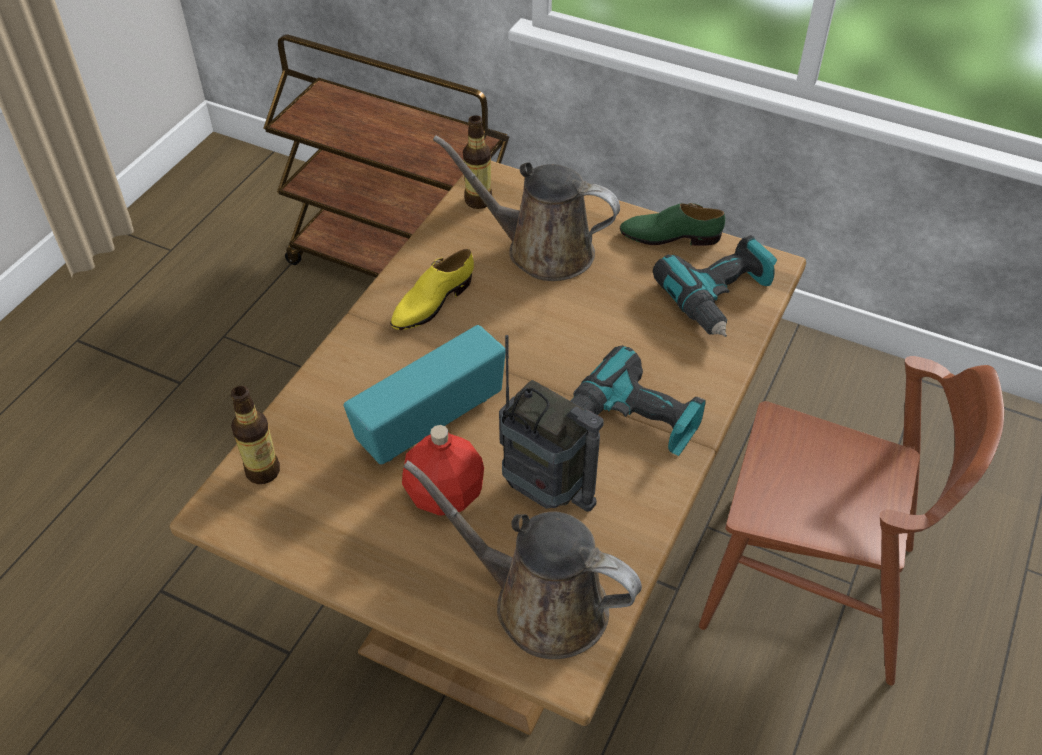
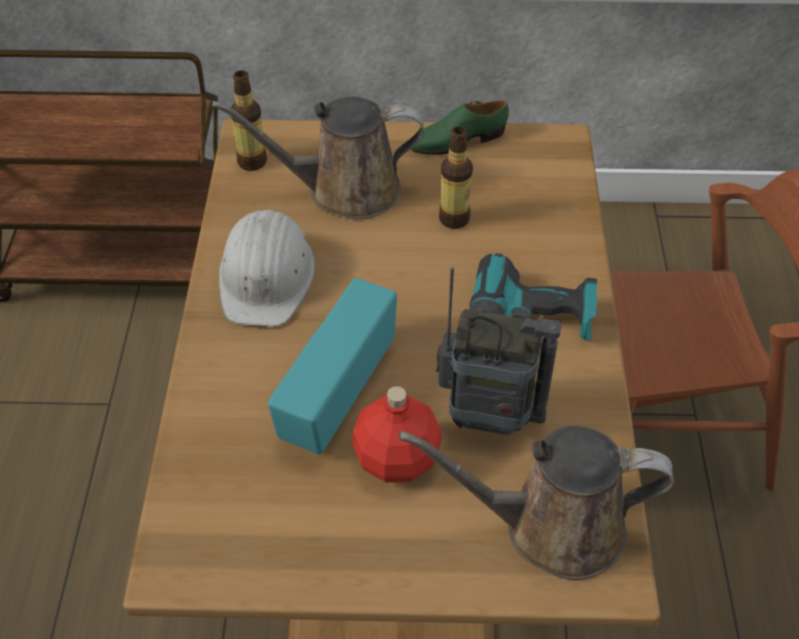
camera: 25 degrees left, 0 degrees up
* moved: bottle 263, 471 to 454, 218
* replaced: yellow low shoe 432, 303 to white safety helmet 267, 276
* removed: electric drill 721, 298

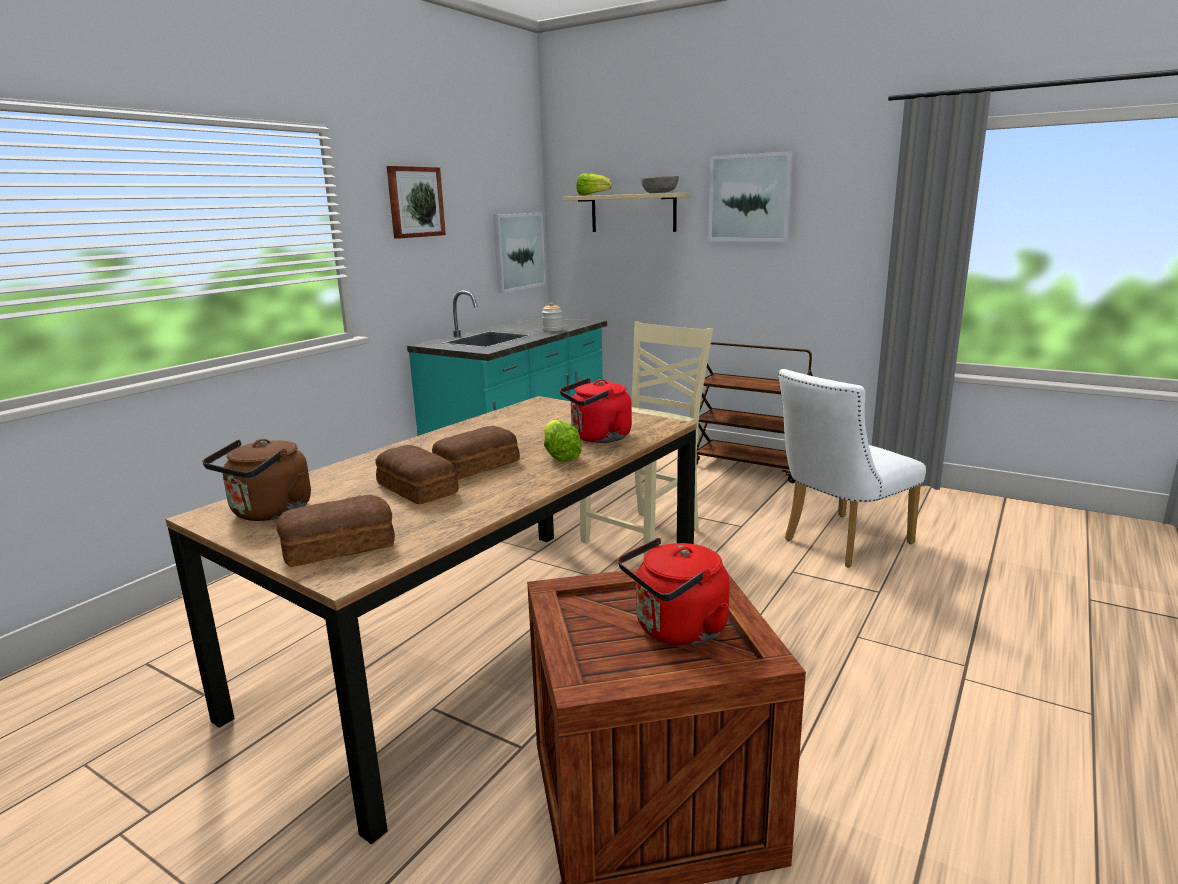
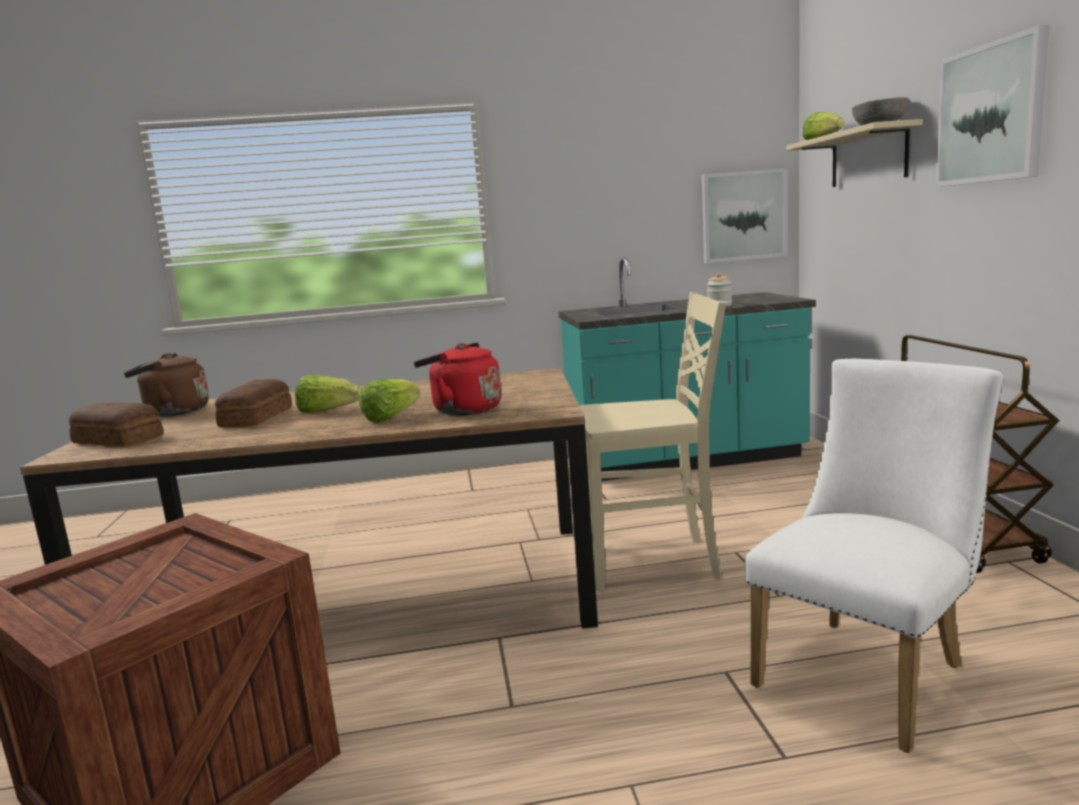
camera: 50 degrees right, 5 degrees down
* removed: wall picture 415, 202
* replaced: bakery bread 474, 466 to lettuce 327, 411
* removed: reddish kettle 676, 631
* turned: white plain chair 839, 543 = 869, 672 120 degrees clockwise

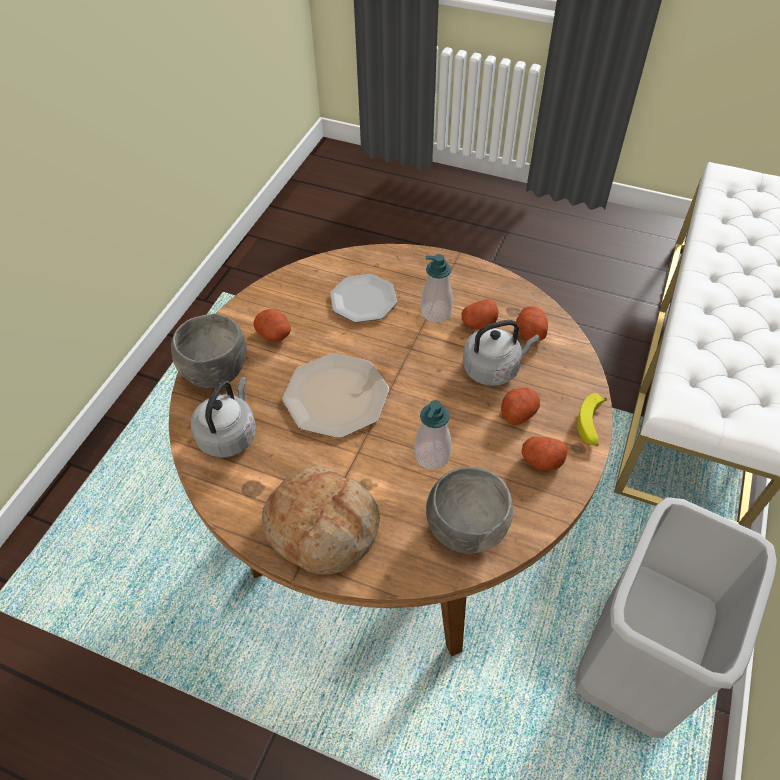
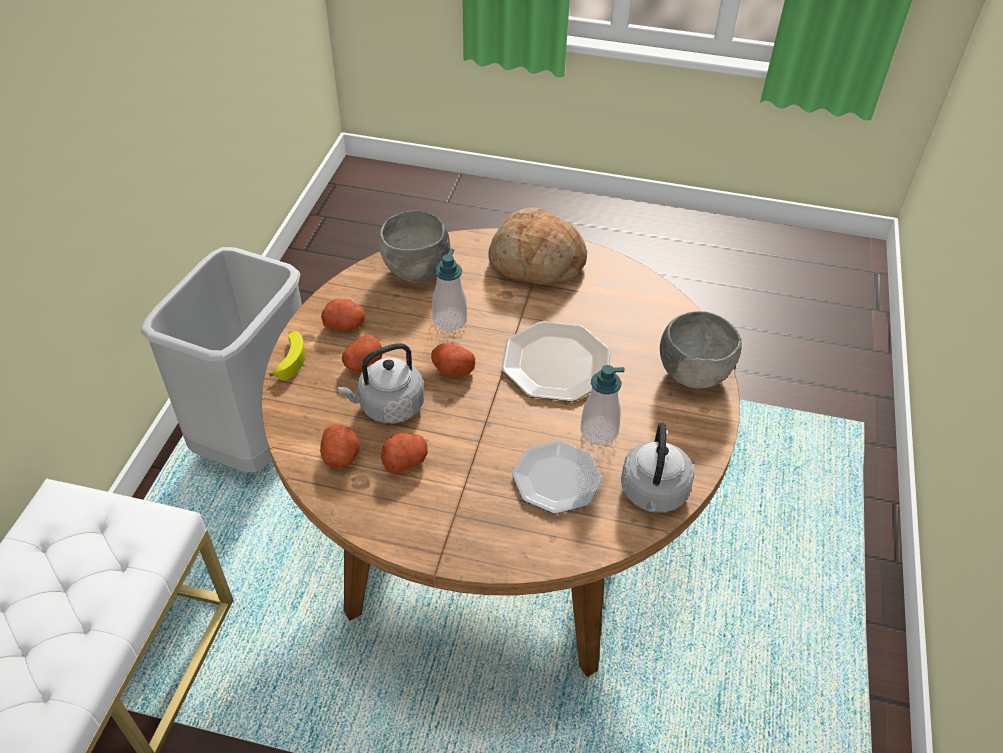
camera: 170 degrees right, 5 degrees down
* moved: gray kettle 229, 434 to 653, 494
* moved: spud 275, 334 to 452, 369
* moved: soap bottle 436, 312 to 599, 431

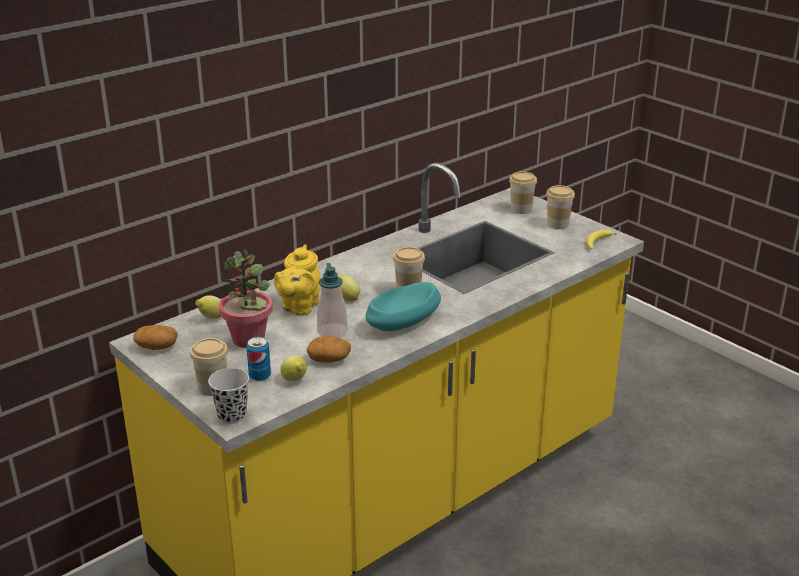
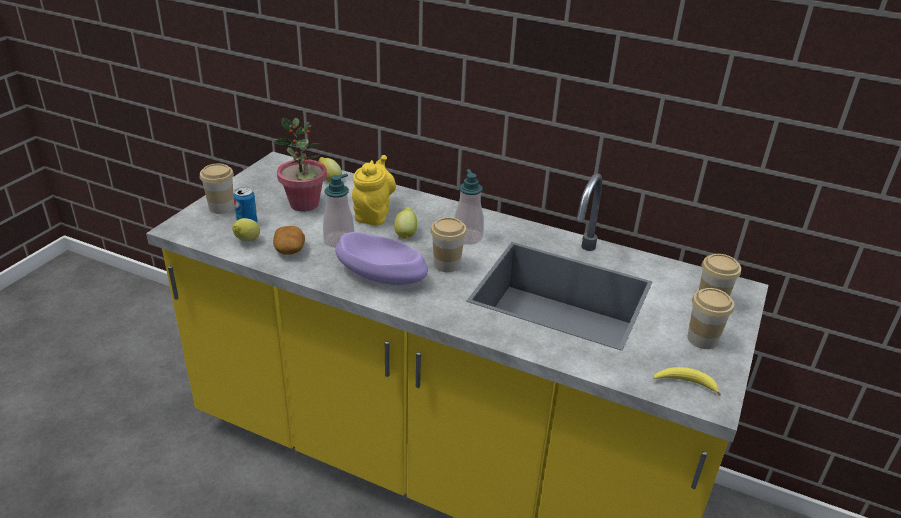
camera: 65 degrees right, 5 degrees up
* removed: spud 156, 347
* removed: blackish drinking cup 232, 415
* turned: yellow teapot 299, 307 = 373, 214 105 degrees clockwise
* recoloured: turquoise-coloured serving bowl 403, 322 to purple serving bowl 380, 275
* added: soap bottle 467, 237

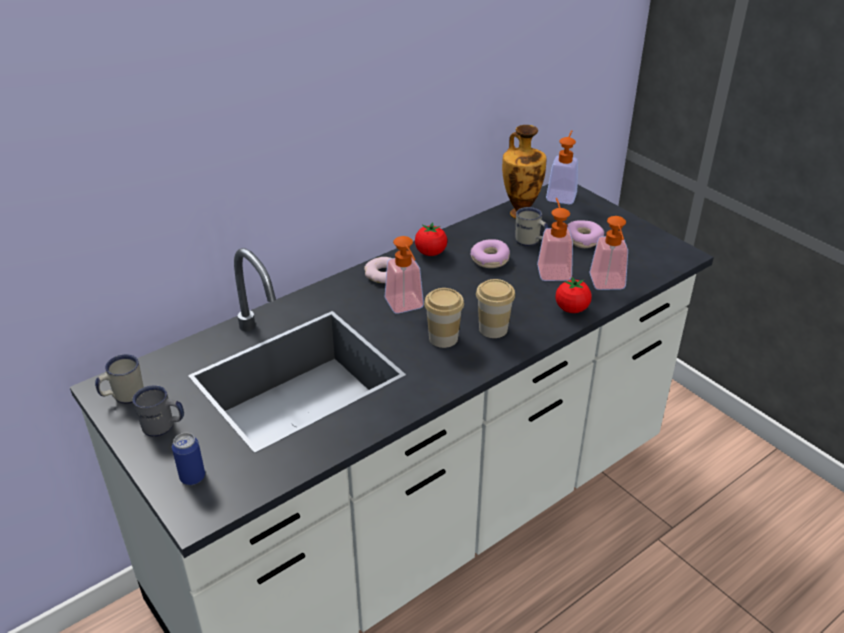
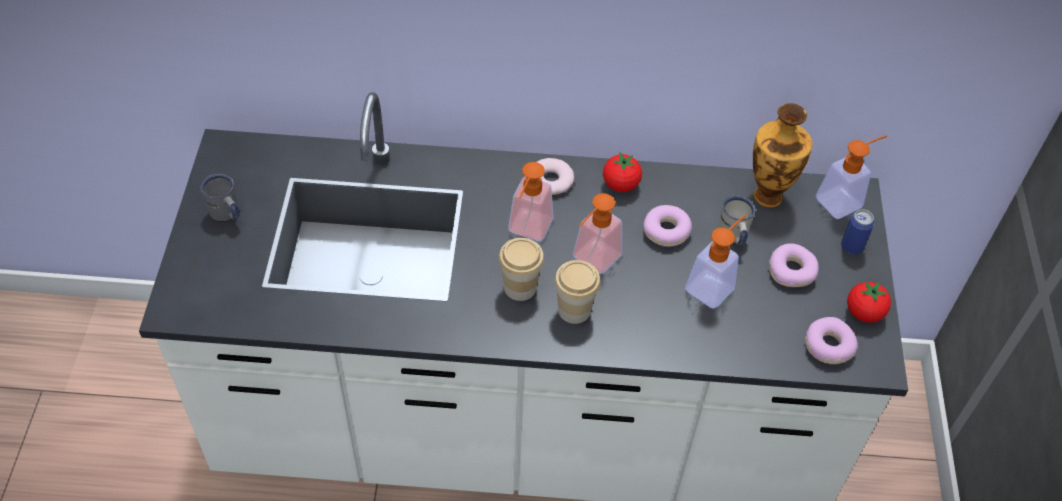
camera: 40 degrees right, 15 degrees up
* removed: white mug 123, 396
* moved: metal can 192, 477 to 851, 247
* moved: whole tomato 571, 309 to 864, 312
* moved: soap bottle 608, 286 to 591, 261
* added: ring doughnut 828, 346

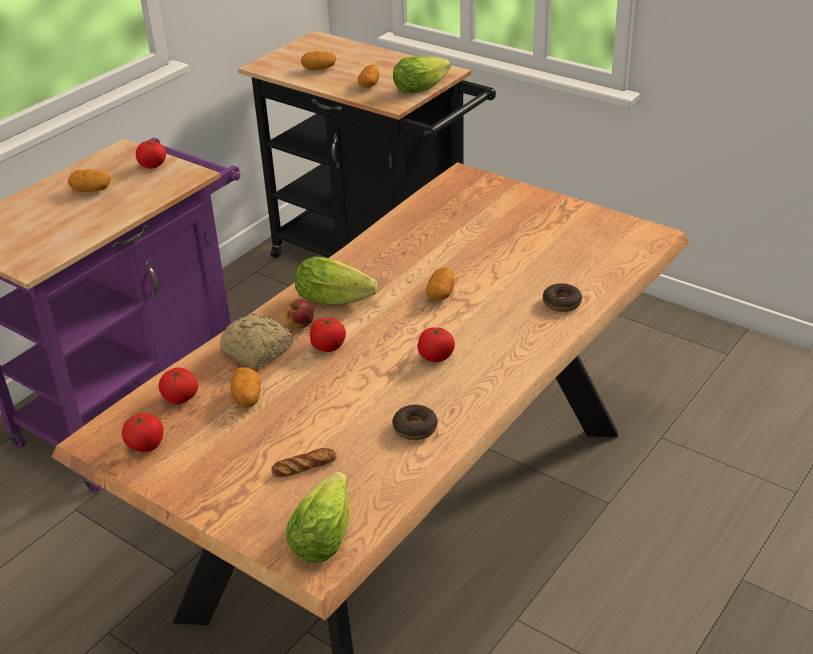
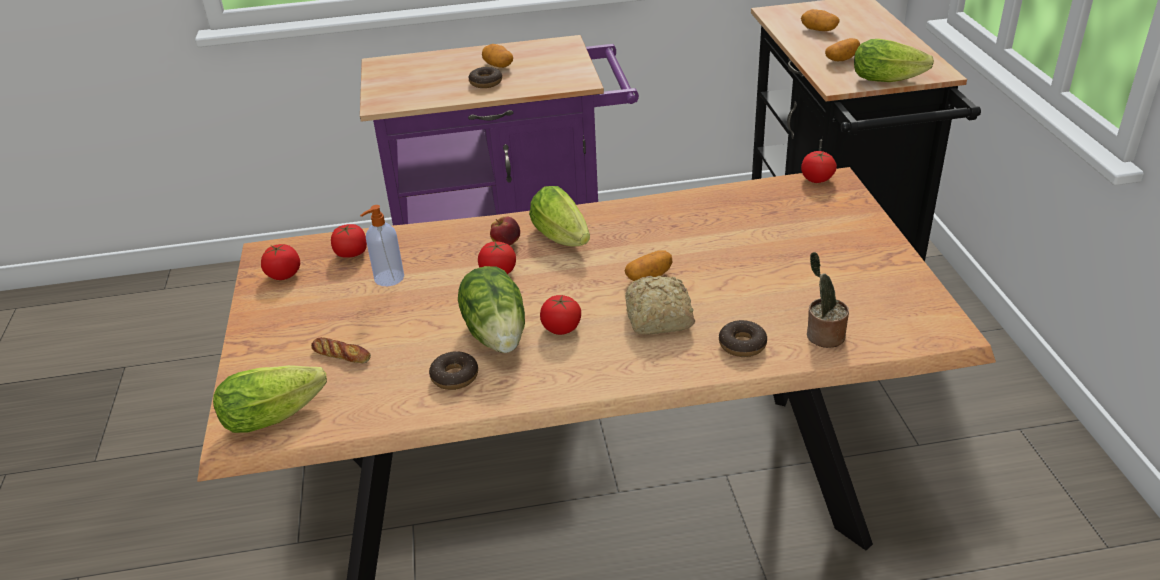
camera: 45 degrees right, 0 degrees up
* moved: whole tomato 153, 165 to 817, 179
* moved: bakery bread 258, 352 to 658, 318
* replaced: spud 247, 397 to soap bottle 388, 278
* added: lettuce 497, 333
* added: ring doughnut 485, 83
* added: potted plant 822, 336

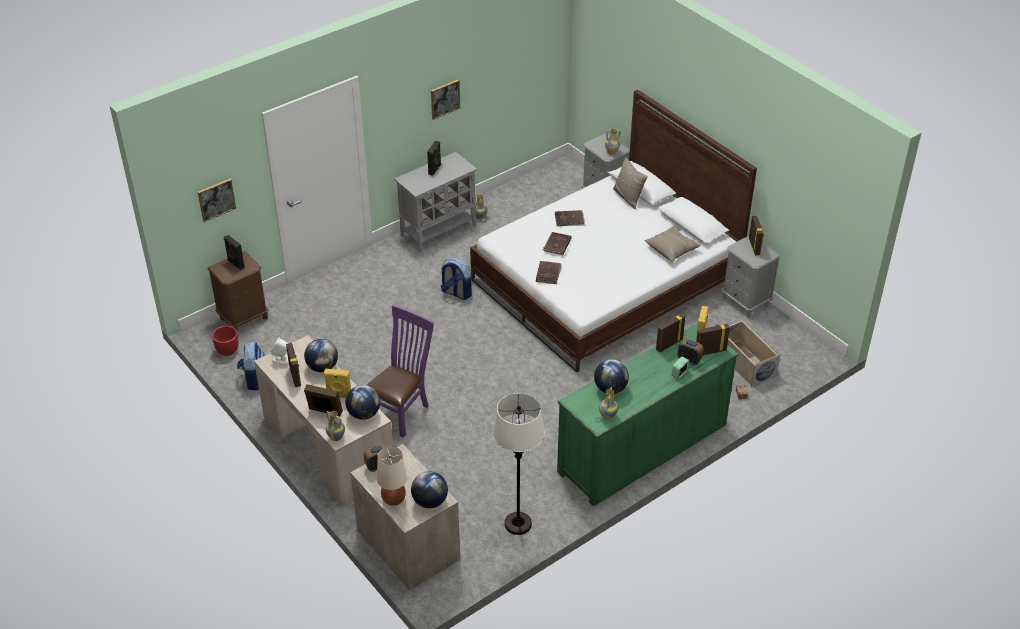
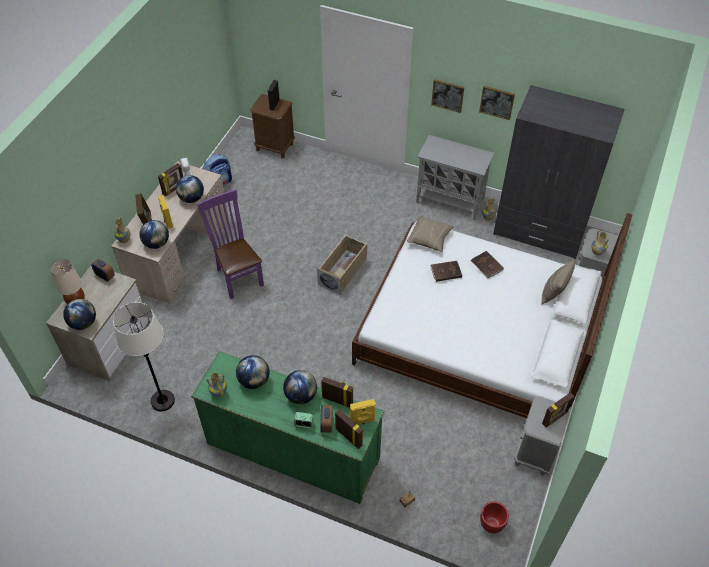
camera: 60 degrees right, 10 degrees up
* moved: wall picture 216, 199 to 447, 95
* moved: reddish planter 227, 351 to 491, 524
* turned: purple plain chair 402, 411 = 238, 275 120 degrees counterclockwise
* removed: blackish loudspeaker 435, 169
* removed: knapsack 456, 293
* removed: brown-coloured book 548, 273
* moved: beige-coloured throw pillow 672, 249 to 429, 238
* moved: beige-coloured storage box 744, 362 to 343, 271
* added: desk globe 301, 395
* added: gray armoire 540, 231

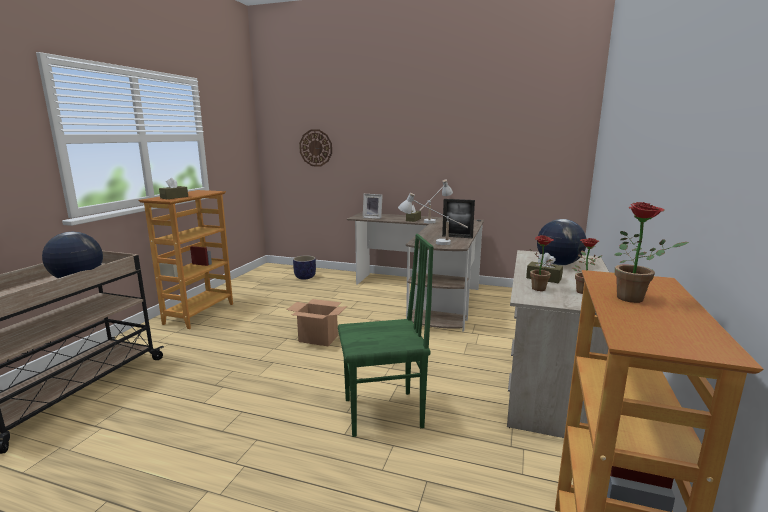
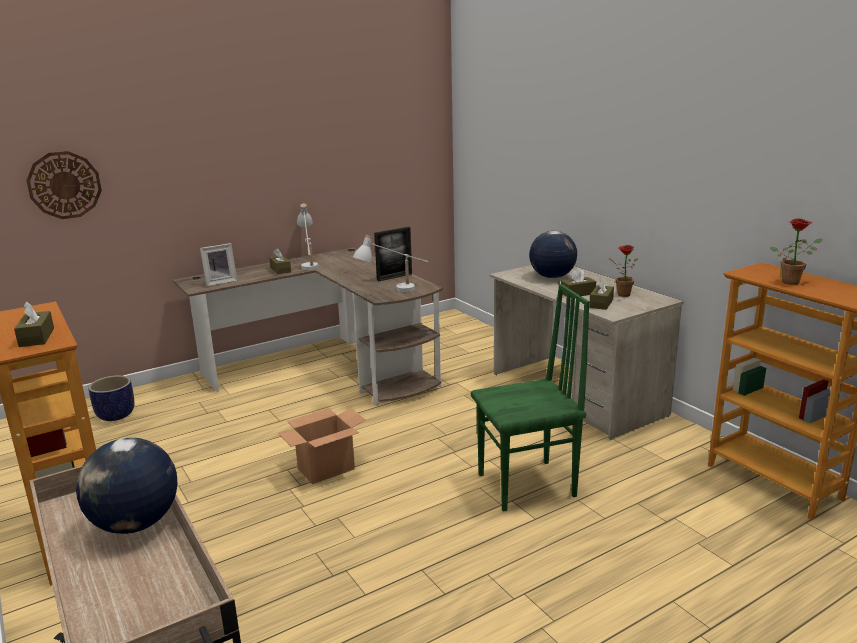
camera: 50 degrees left, 5 degrees up
* turned: green plain chair 384, 414 = 528, 486 45 degrees clockwise
* replaced: potted plant 540, 289 to brown-coloured tissue holder 601, 303

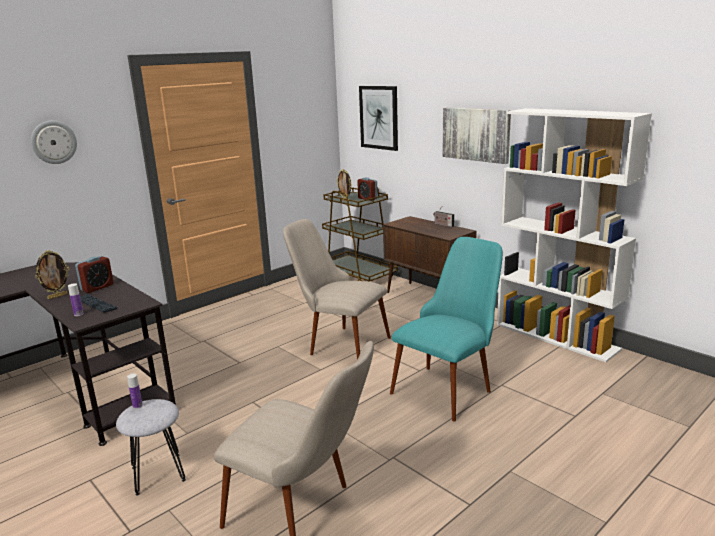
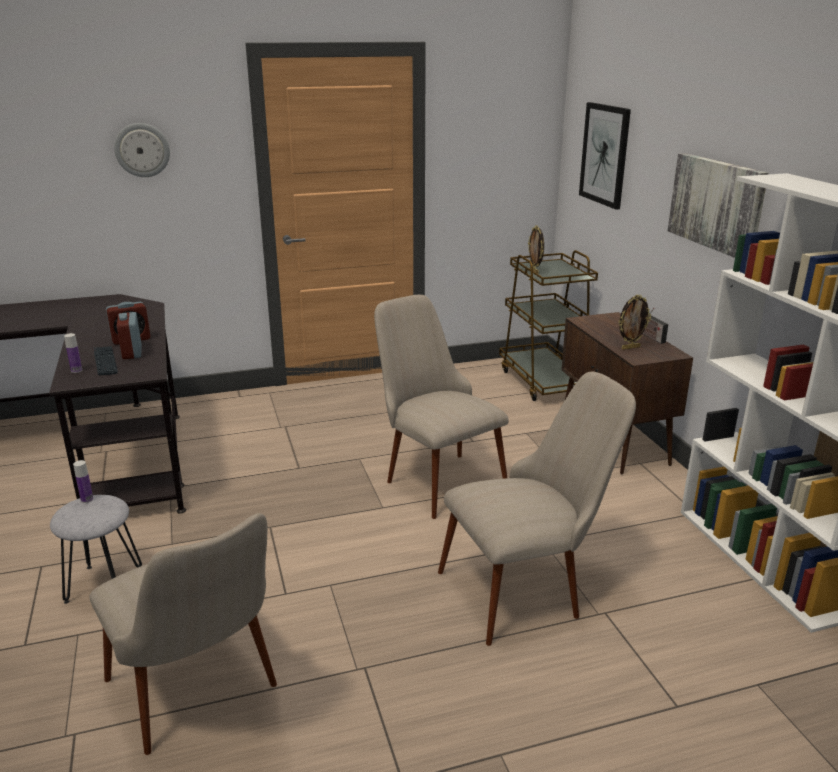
camera: 25 degrees right, 5 degrees up
* moved: picture frame 57, 296 to 630, 347
* moved: alarm clock 367, 198 to 132, 352
* recoloured: turquoise-coloured plain chair 449, 385 to beige-coloured plain chair 528, 587

